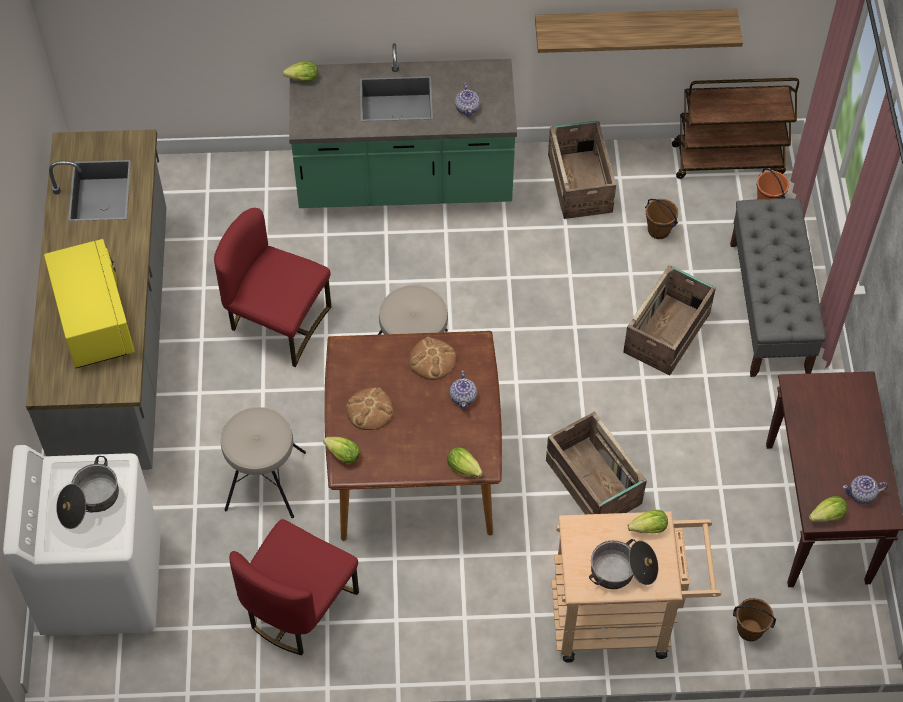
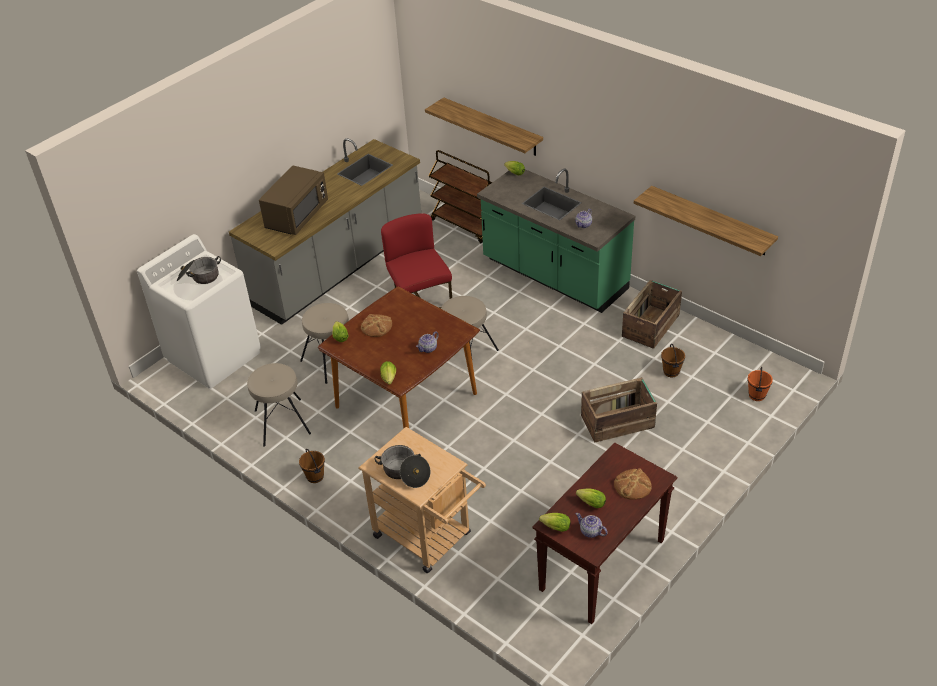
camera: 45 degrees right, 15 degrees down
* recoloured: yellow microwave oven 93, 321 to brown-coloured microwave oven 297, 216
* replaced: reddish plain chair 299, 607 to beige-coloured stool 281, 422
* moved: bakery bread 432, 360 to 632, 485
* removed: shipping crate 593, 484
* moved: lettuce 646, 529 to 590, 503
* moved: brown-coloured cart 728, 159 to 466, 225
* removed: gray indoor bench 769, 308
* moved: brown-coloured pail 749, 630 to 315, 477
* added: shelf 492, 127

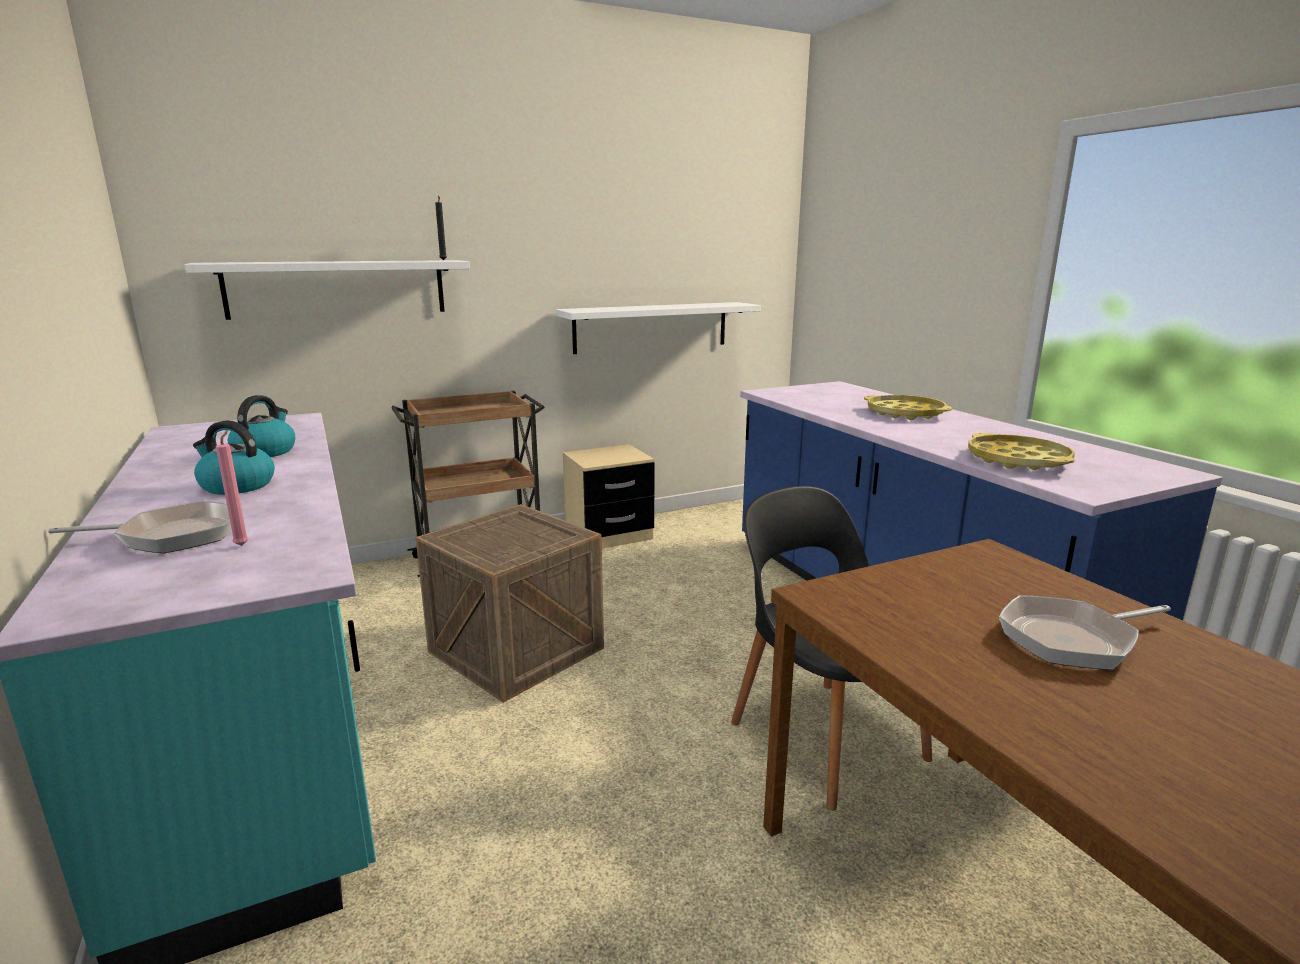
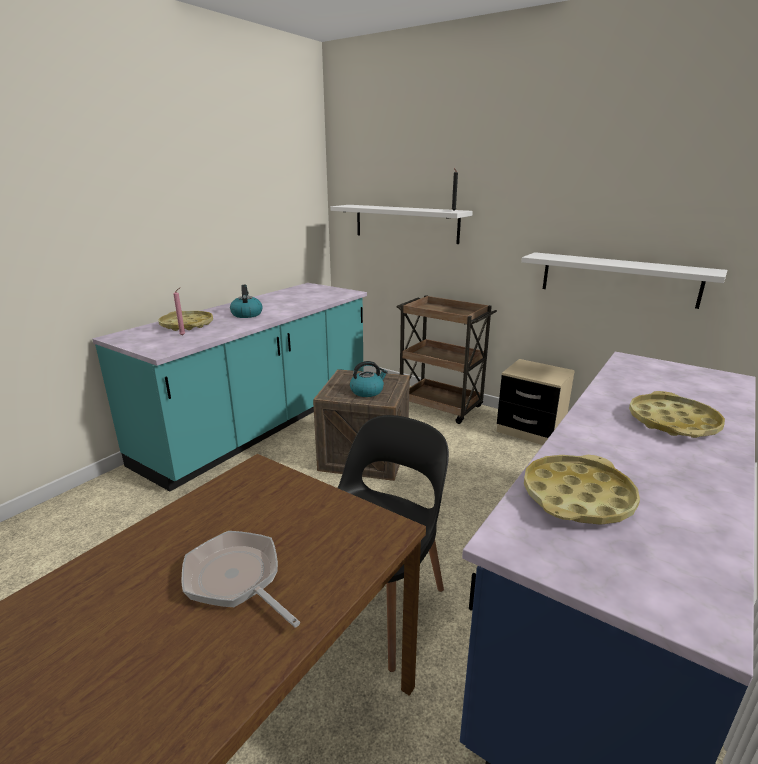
camera: 60 degrees right, 5 degrees up
* replaced: skillet 173, 535 to yellow serving tray 187, 325
* moved: kettle 265, 452 to 367, 391

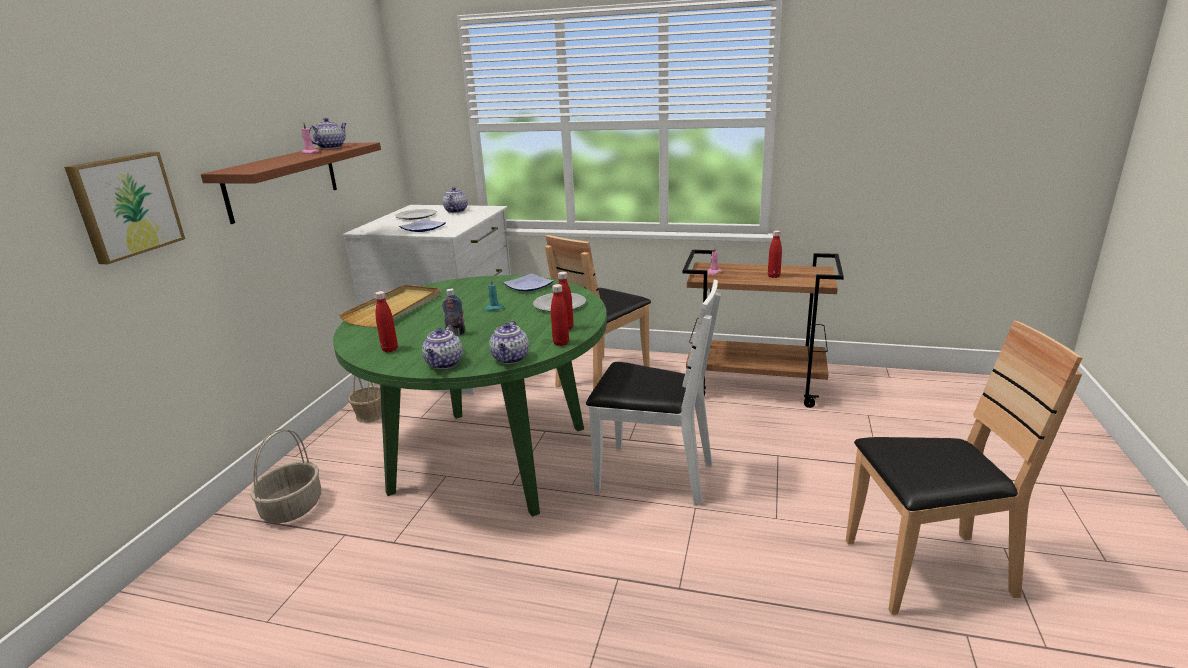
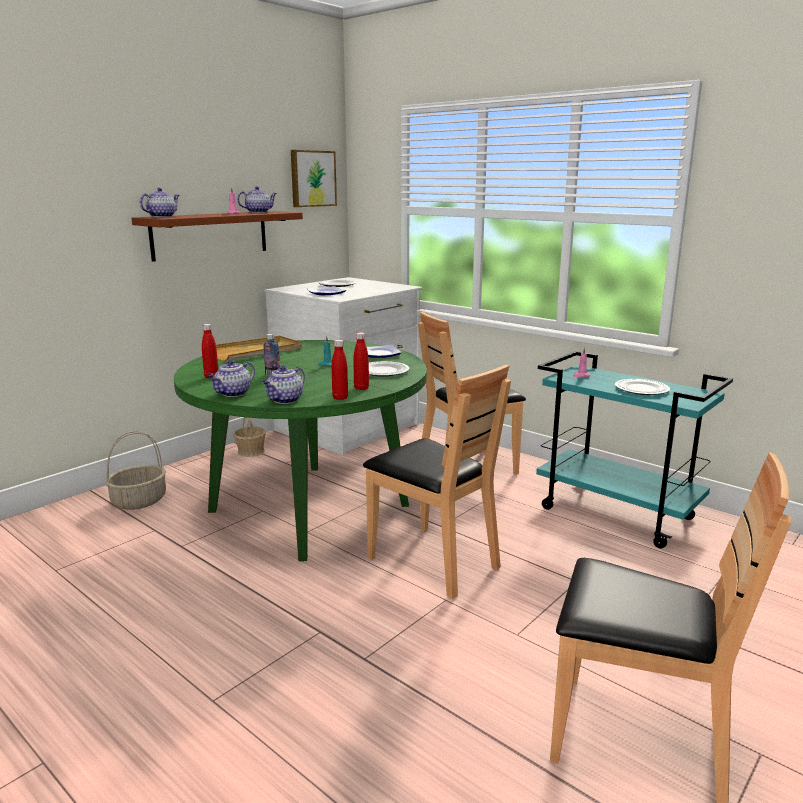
camera: 25 degrees right, 5 degrees down
* moved: wall picture 125, 206 to 312, 178
* moved: teapot 456, 211 to 162, 217
* recoloured: white plain chair 653, 475 to brown-coloured plain chair 433, 561
* recoloured: brown-coloured cart 756, 386 to turquoise-coloured cart 618, 513
* replaced: reddish bottle 773, 276 to plate 640, 389

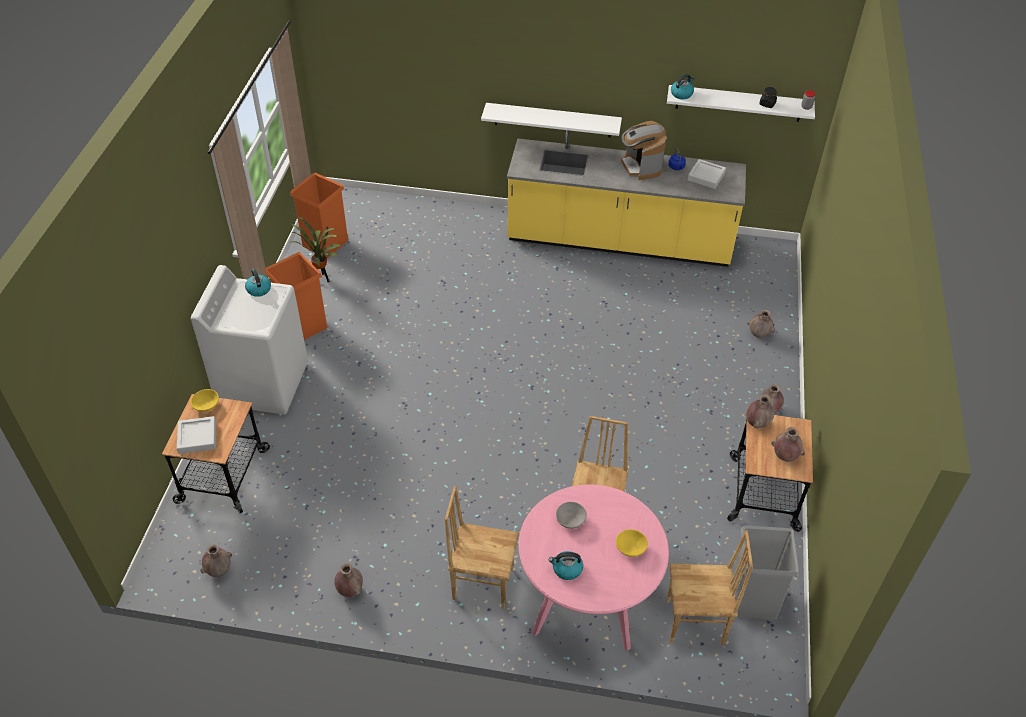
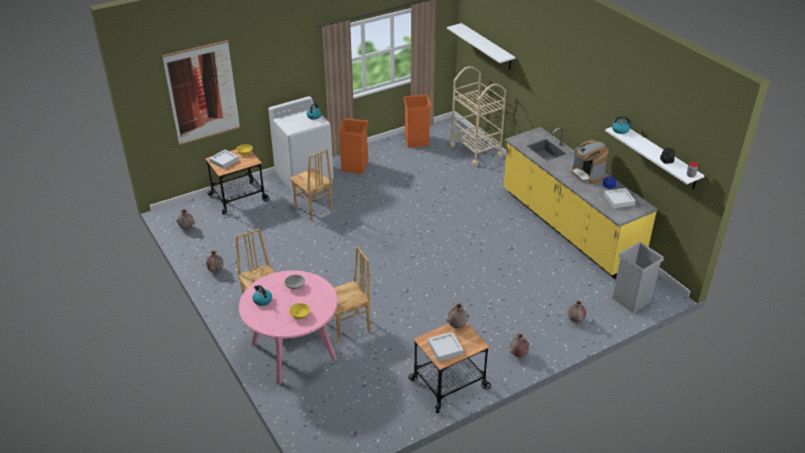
camera: 50 degrees right, 10 degrees down
* removed: potted plant 322, 280
* moved: white shelf 553, 120 to 487, 47
* turned: coffee maker 640, 167 = 587, 174 60 degrees counterclockwise
* moved: brown-coloured plain chair 695, 623 to 313, 209
* moved: gray waste bin 752, 598 to 631, 300
* replaced: brown-coloured vase 784, 456 to gray serving tray 445, 348
* added: wall picture 202, 93
* added: beige-coloured cart 475, 151

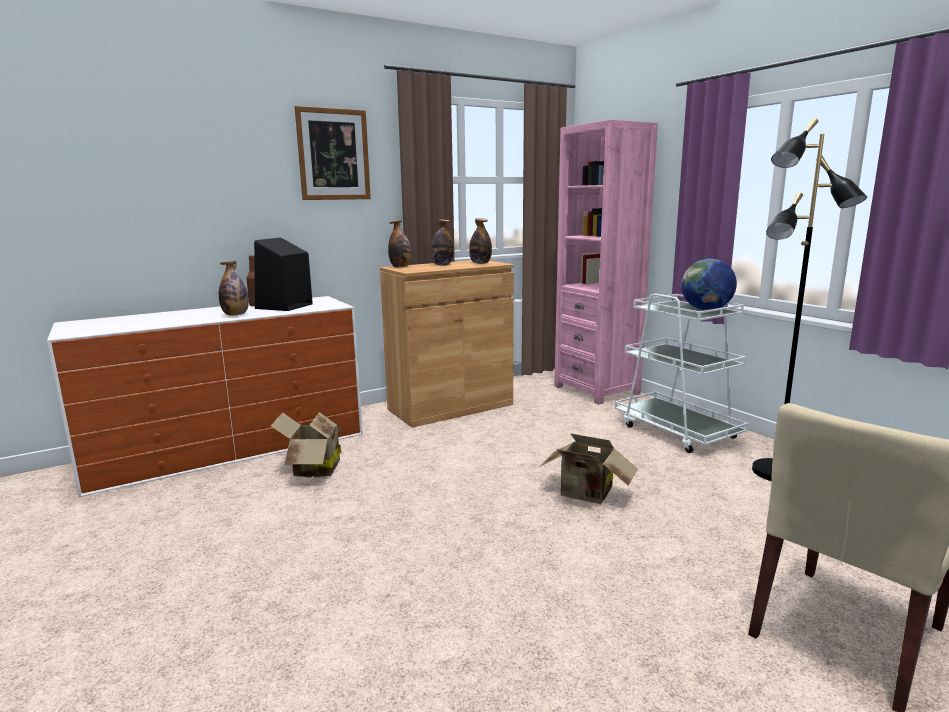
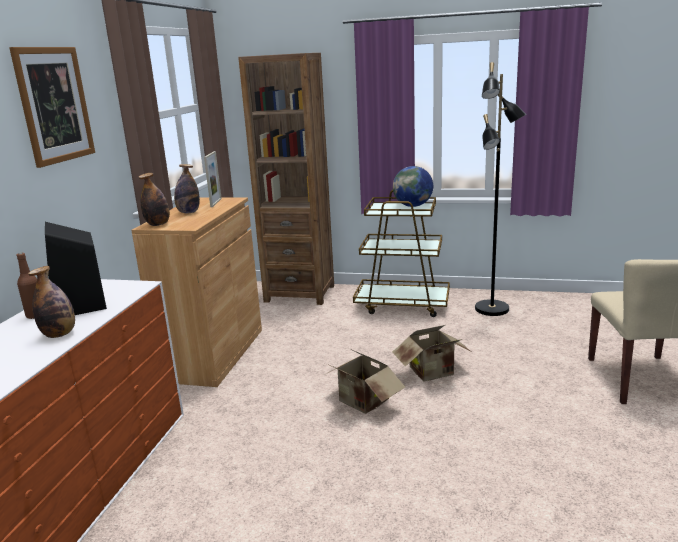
camera: 45 degrees left, 5 degrees up
* moved: carton 312, 470 to 362, 403
* replaced: bottle 480, 263 to picture frame 216, 202
* recoloured: pink bookshelf 596, 390 to brown-coloured bookshelf 300, 293
* recoloured: white cart 677, 431 to brown-coloured cart 403, 304

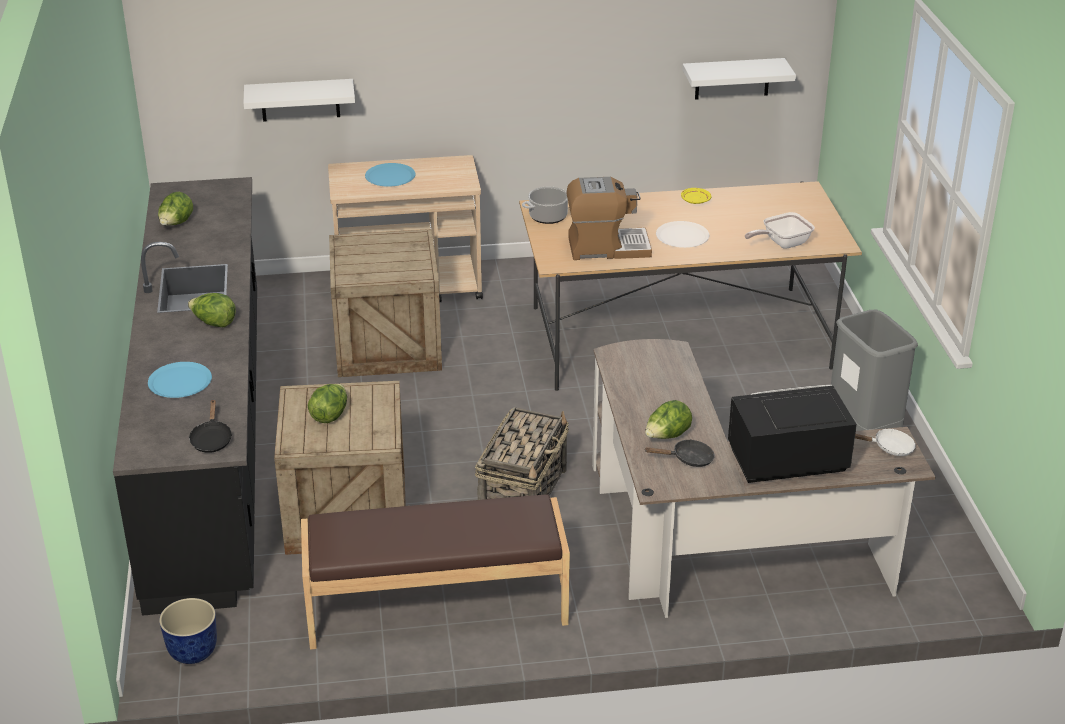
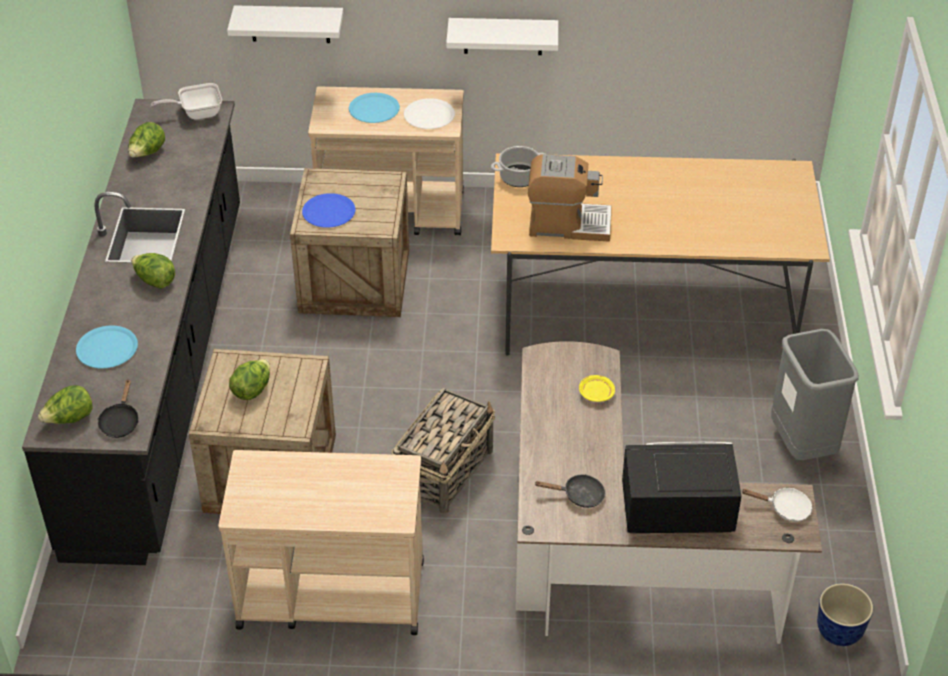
camera: 10 degrees right, 10 degrees up
* moved: planter 192, 653 to 838, 633
* replaced: brown-coloured indoor bench 436, 608 to beige-coloured cart 330, 594
* moved: lettuce 667, 436 to 69, 419
* moved: white plate 682, 236 to 429, 115
* moved: yellow plate 695, 200 to 596, 393
* moved: white shelf 732, 78 to 503, 36
* moved: skillet 782, 243 to 197, 113
* added: bluish plate 328, 212

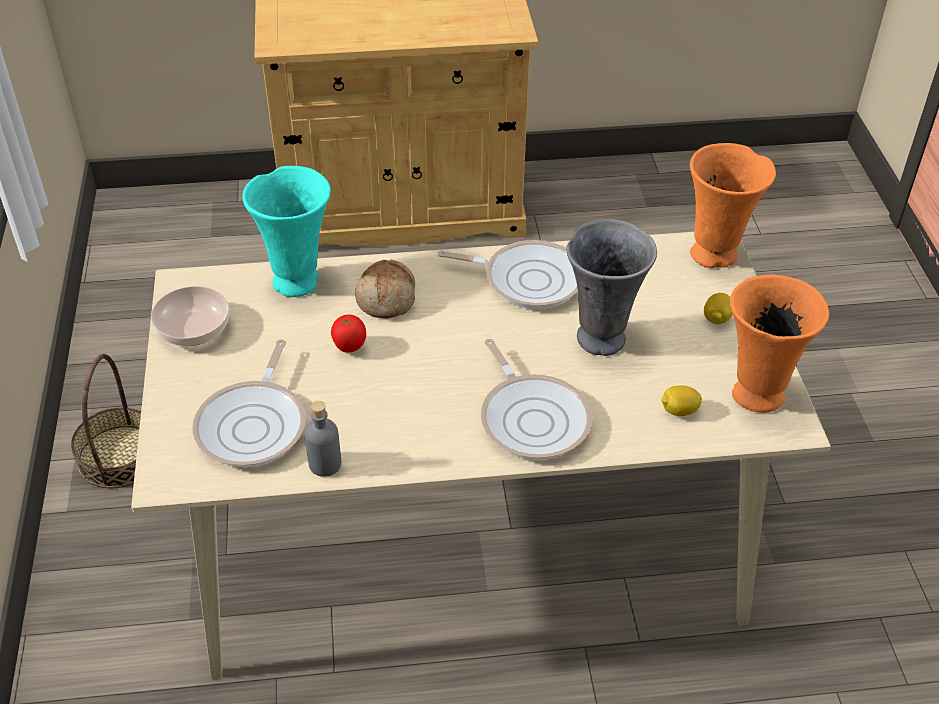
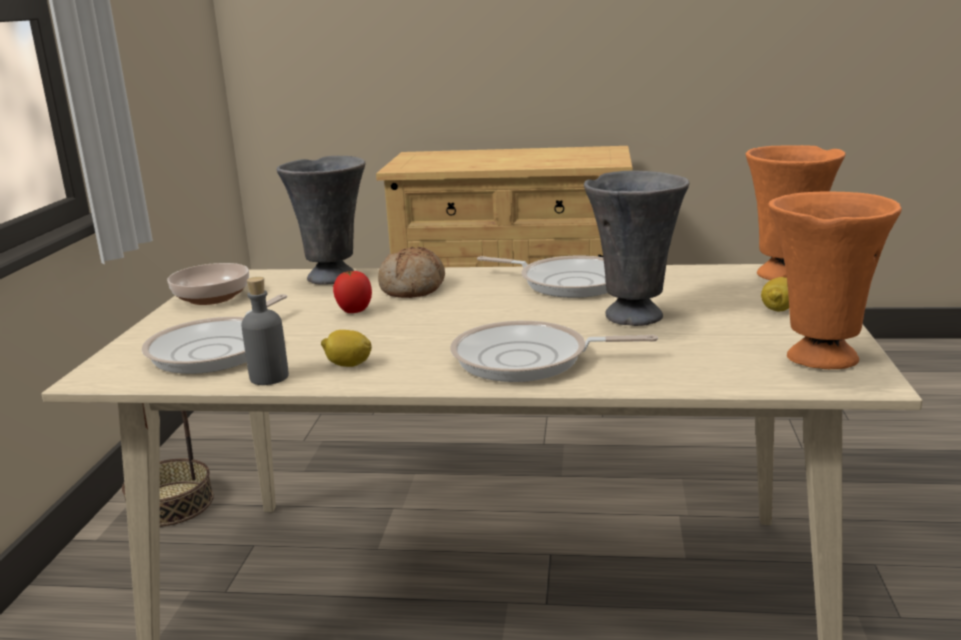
camera: 15 degrees right, 25 degrees down
* recoloured: turquoise-coloured vase 298, 280 to gray vase 334, 277
* turned: skillet 533, 418 = 528, 360 105 degrees clockwise
* moved: whole lemon 679, 411 to 348, 365

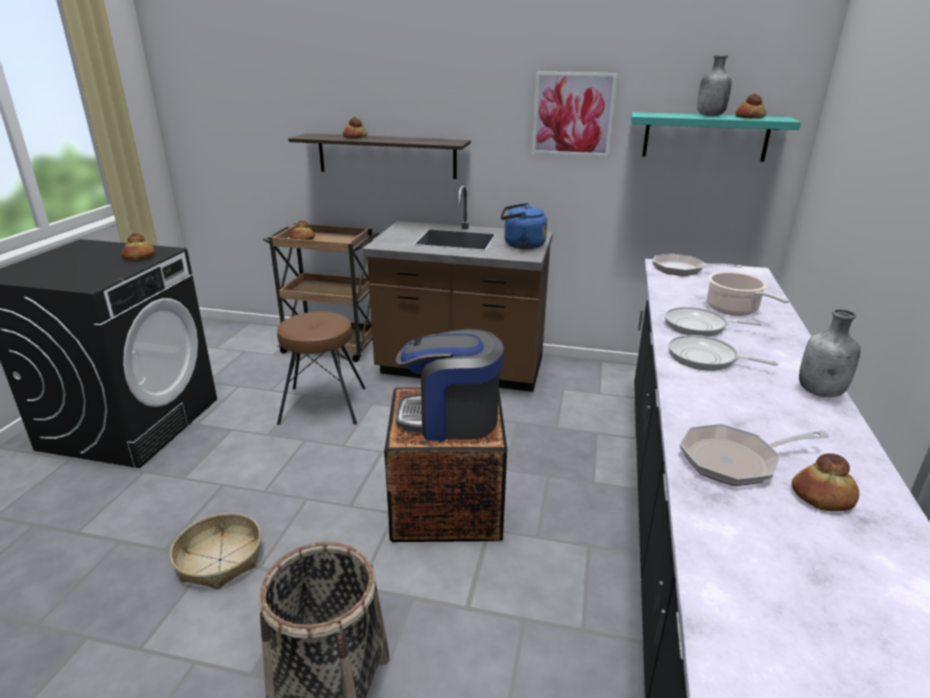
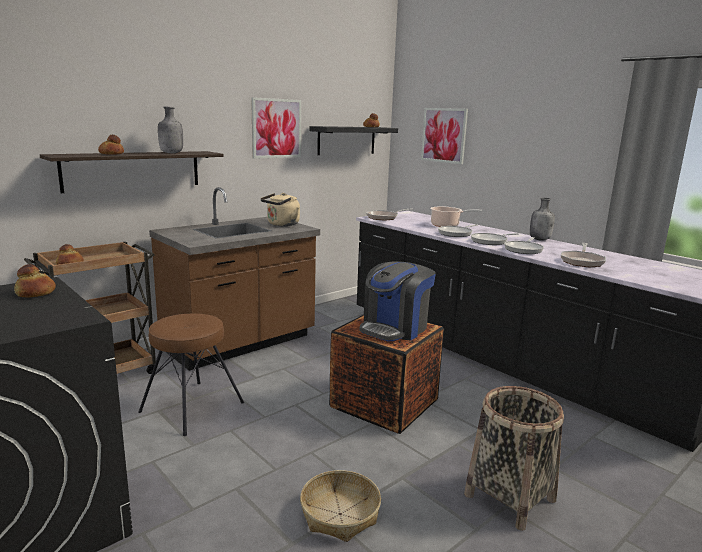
camera: 55 degrees left, 10 degrees down
* recoloured: bluish kettle 521, 245 to beige-coloured kettle 281, 224
* recoloured: turquoise-coloured shelf 705, 137 to blackish shelf 346, 140
* moved: gray bottle 709, 116 to 171, 153
* removed: bakery bread 823, 497
* added: wall picture 444, 135
* added: skillet 524, 249

